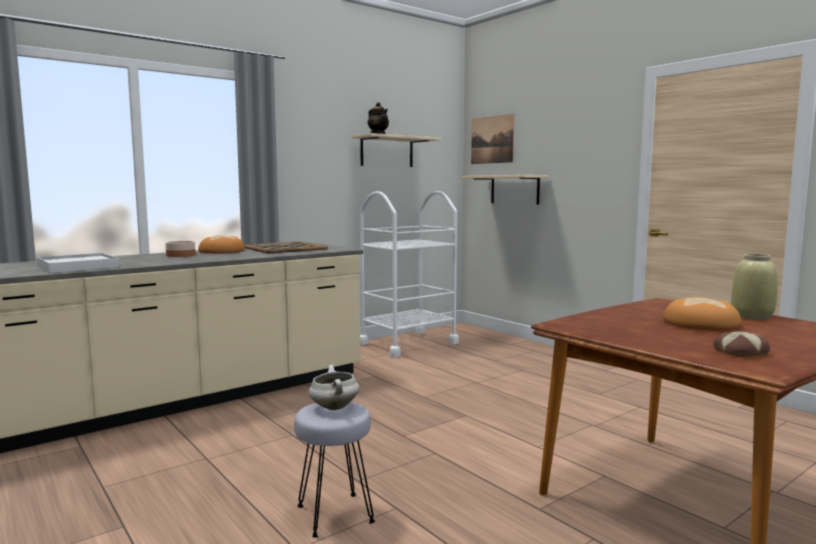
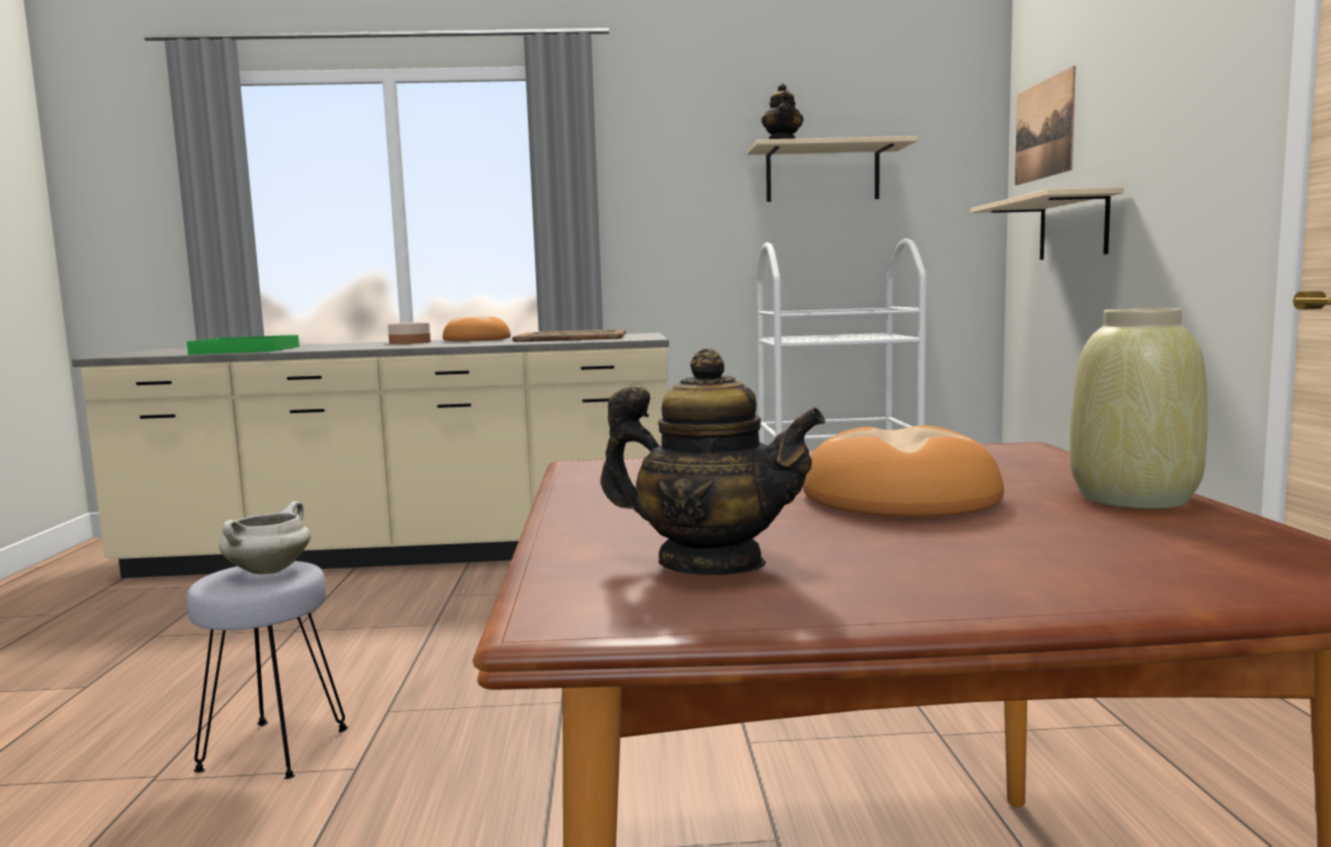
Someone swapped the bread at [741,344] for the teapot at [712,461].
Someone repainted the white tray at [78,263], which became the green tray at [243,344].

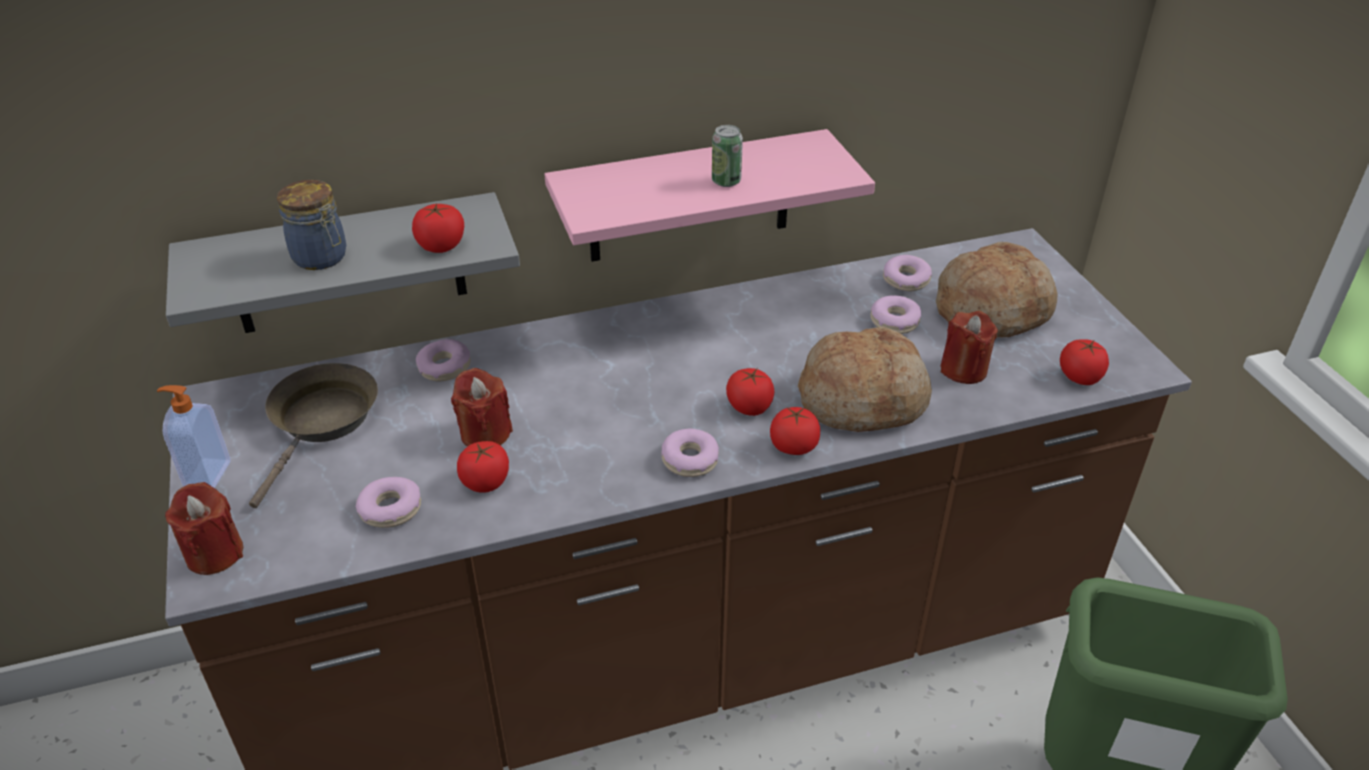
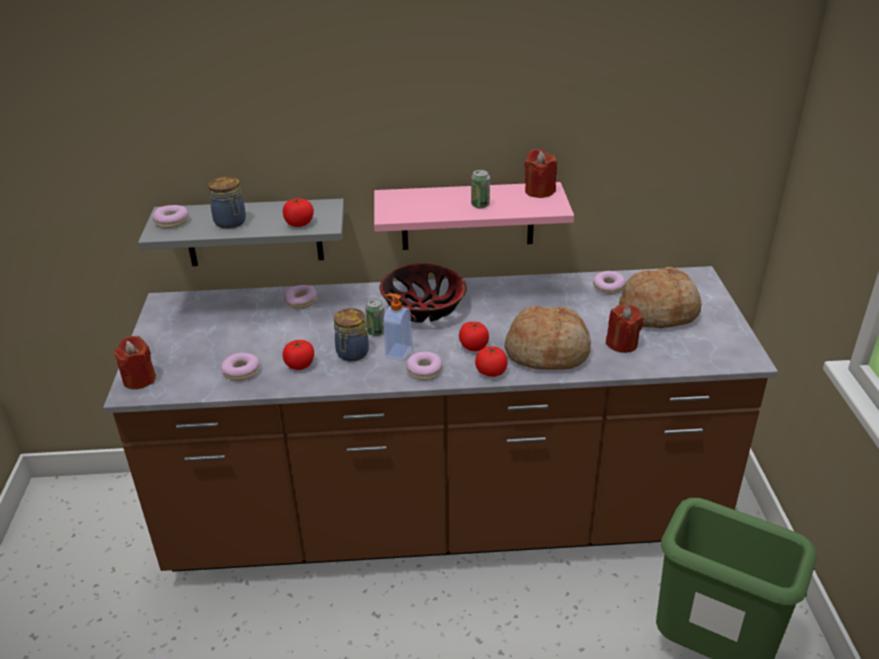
Someone took away the brown frying pan at [313,435].
Someone took away the tomato at [1084,362].
Someone put down the jar at [351,334].
Someone put down the can at [375,317].
Someone put down the bowl at [423,293].
Someone carried the soap dispenser from [194,436] to [397,327].
Someone carried the red candle from [482,407] to [541,173].
Someone carried the donut from [895,314] to [170,216].

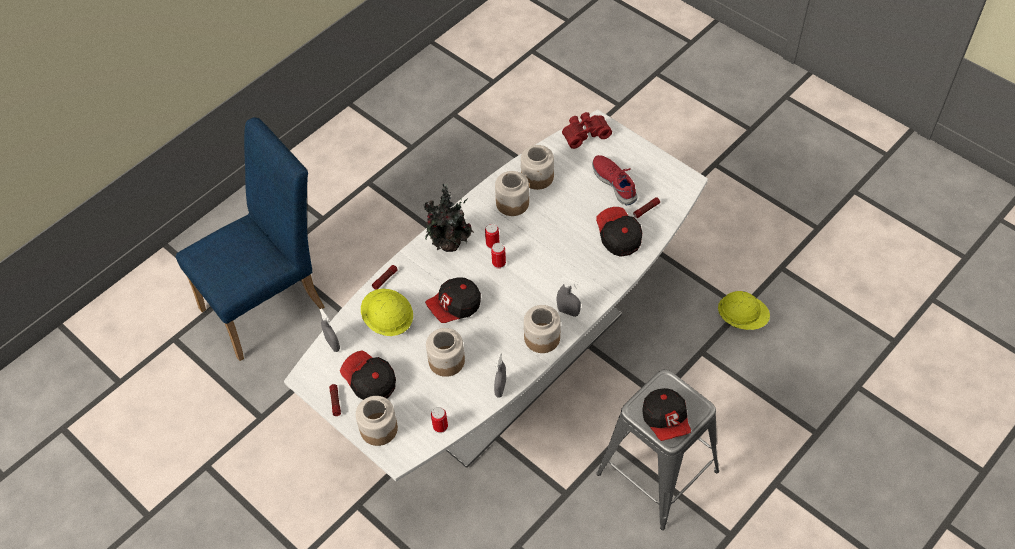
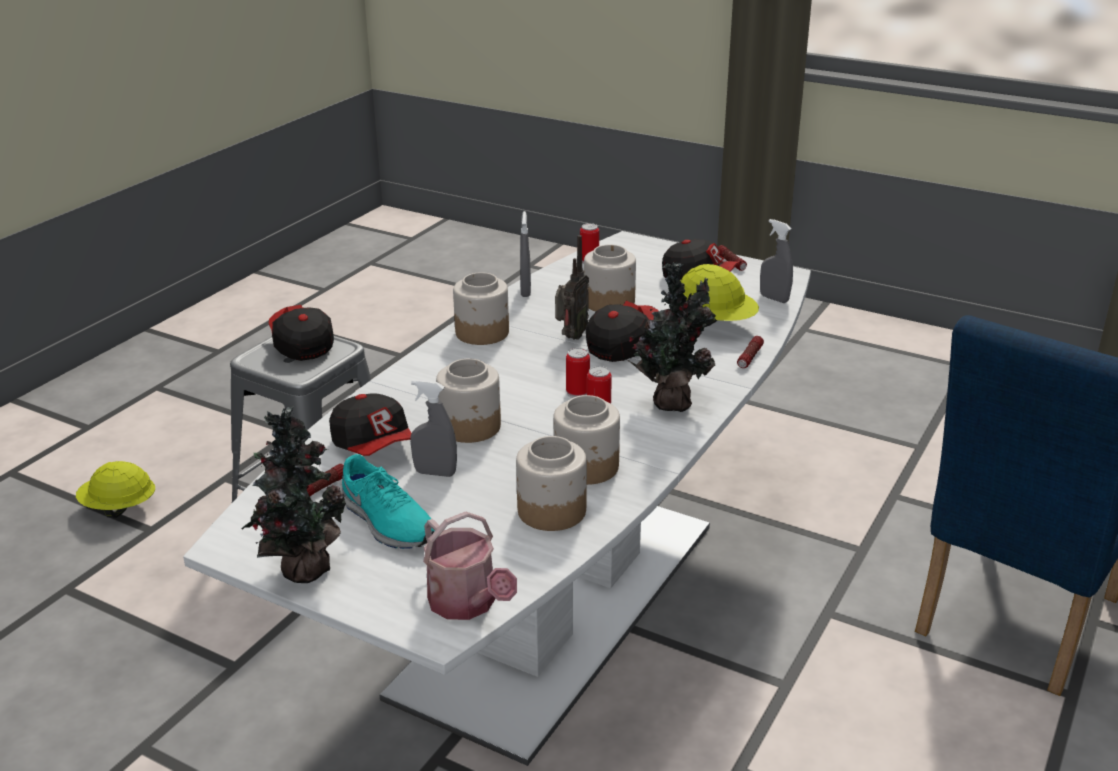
Someone put down the potted plant at [293,494].
Someone put down the radio at [572,287].
Someone carried the jar from [377,421] to [468,400].
Someone carried the grey spray bottle from [569,297] to [433,428].
Someone carried the yellow hard hat from [744,310] to [115,489].
Someone swapped the red binoculars at [587,130] for the watering can at [470,566].
Someone repainted the red shoe at [615,180], which became the turquoise shoe at [387,501].

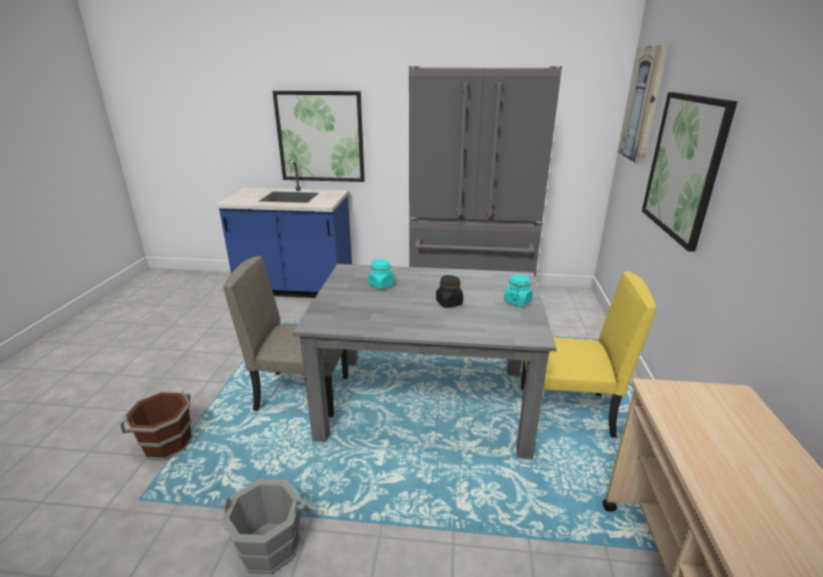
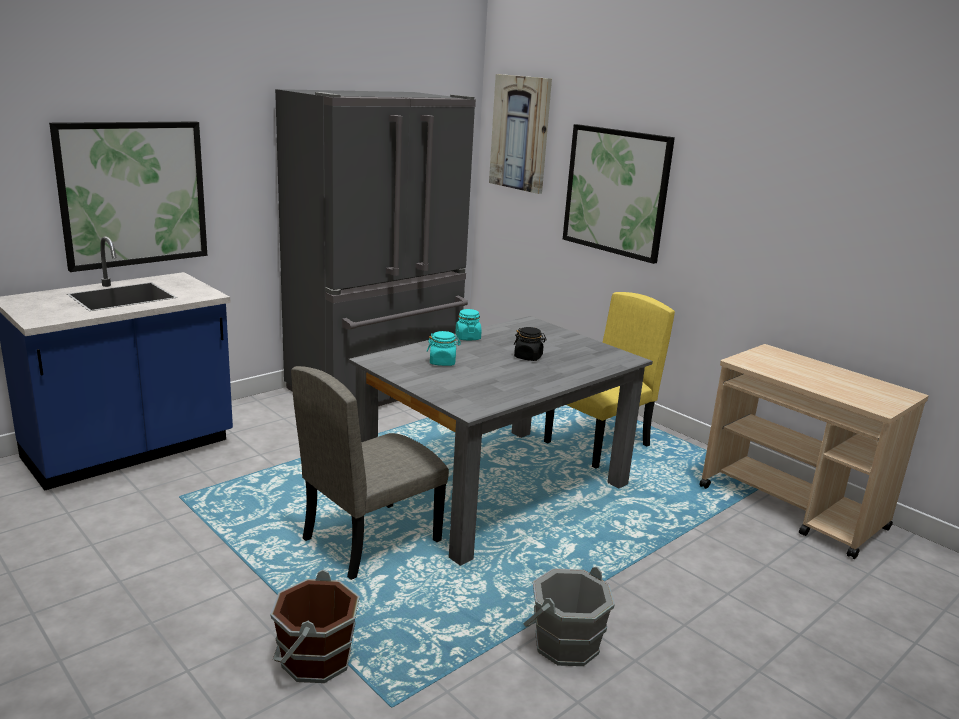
Someone carried the turquoise jar from [518,290] to [468,324].

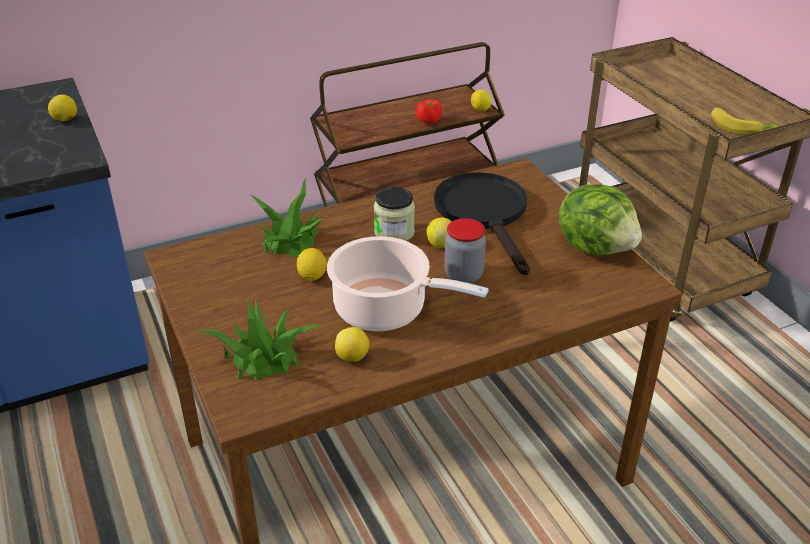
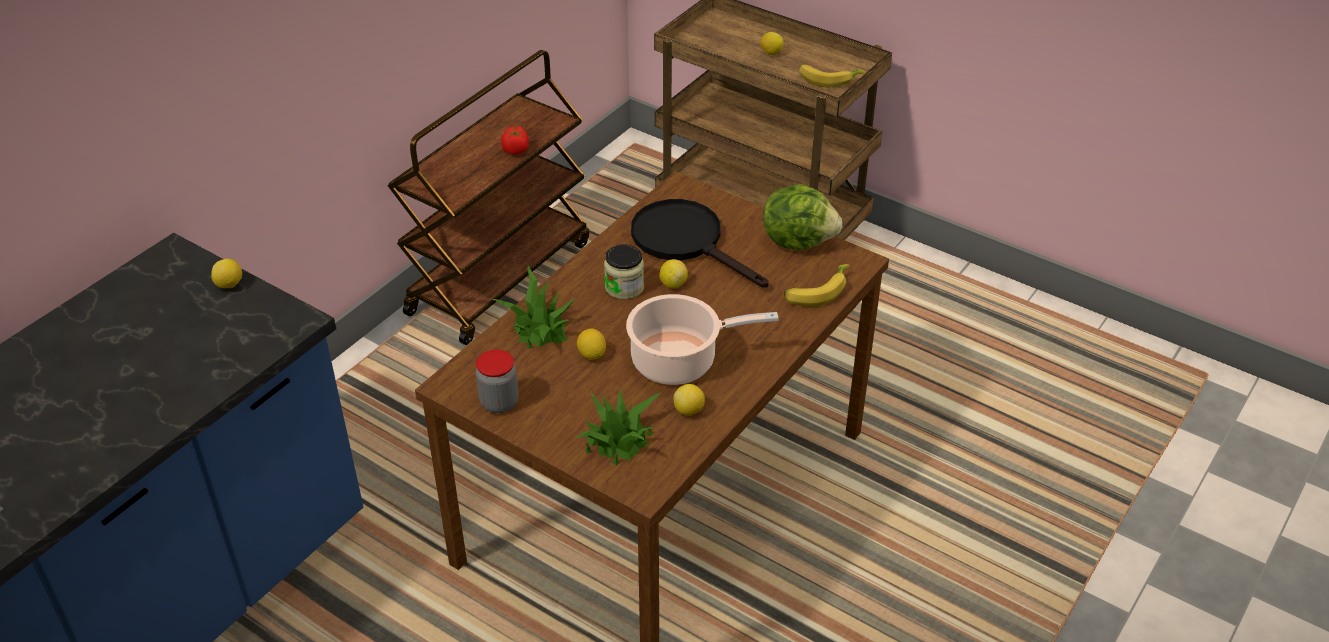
Someone put down the banana at [816,285].
Someone carried the jar from [465,250] to [497,381].
Someone carried the lemon from [481,100] to [772,43].

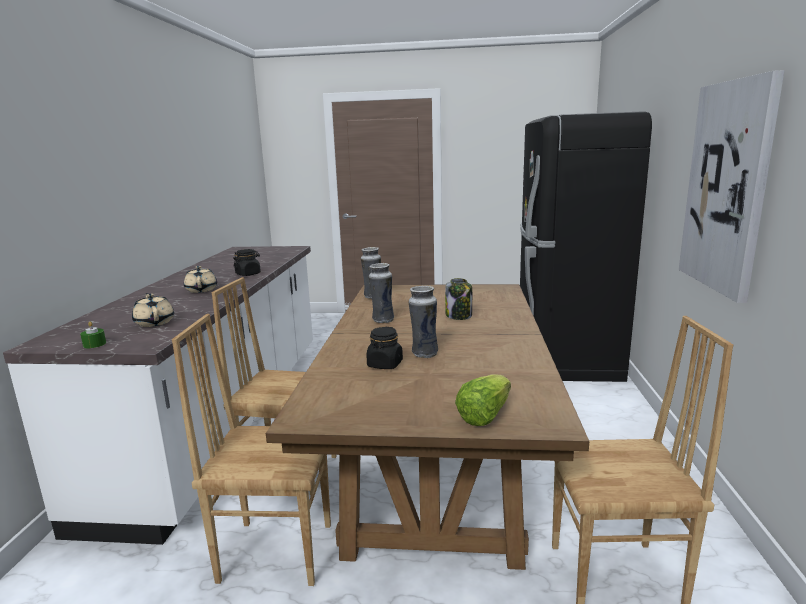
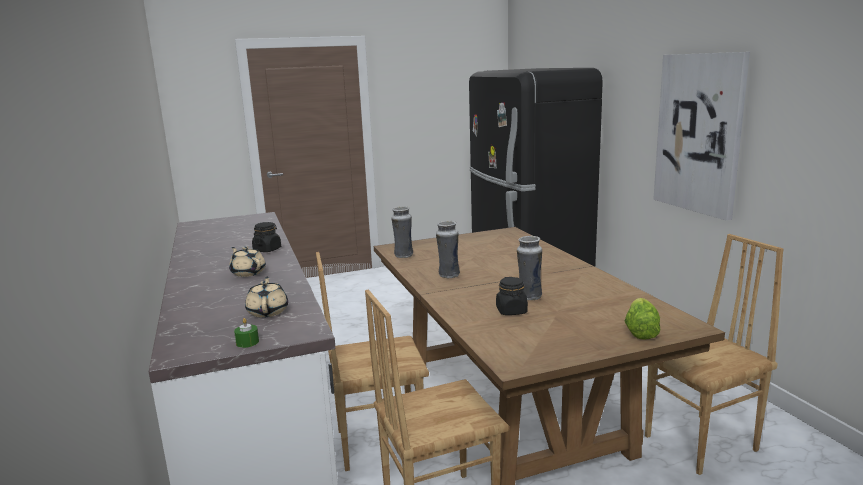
Someone took away the jar at [458,299].
Someone rotated the beige teapot at [153,310] by 45 degrees clockwise.

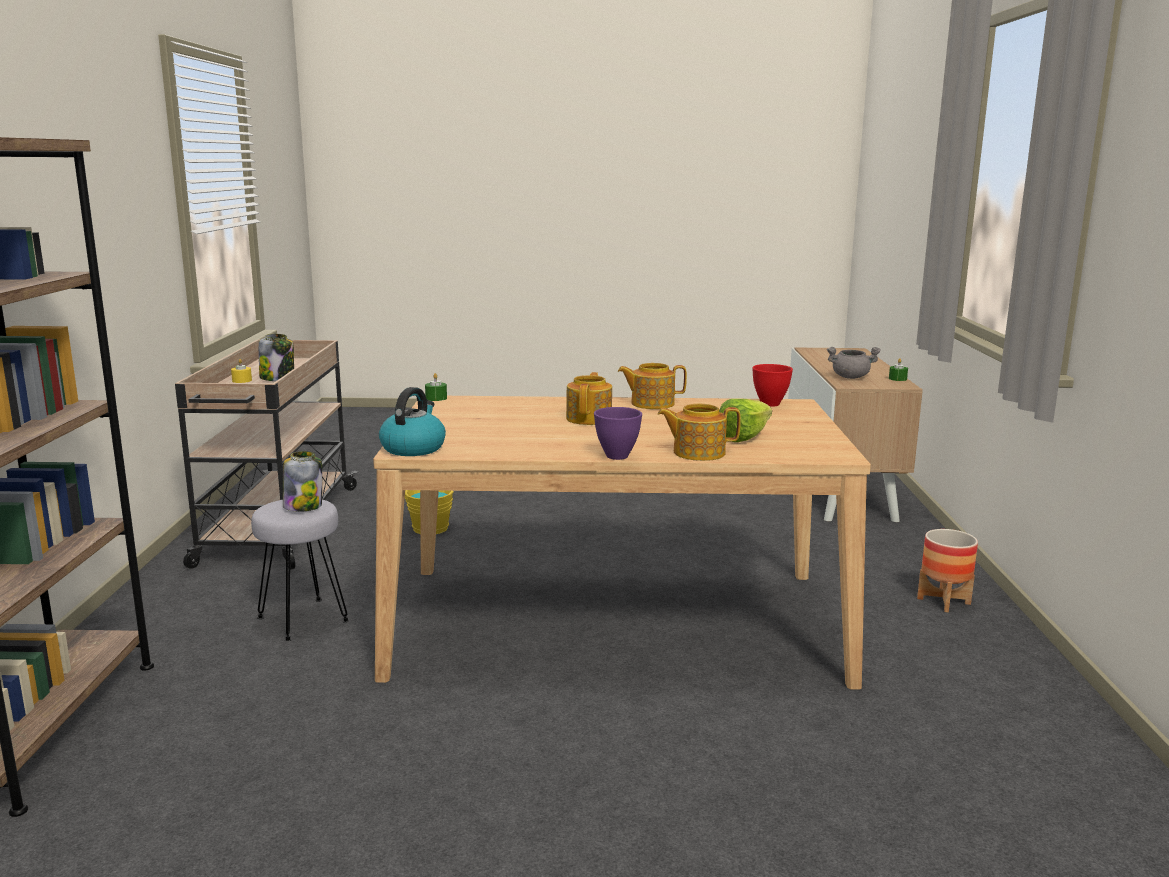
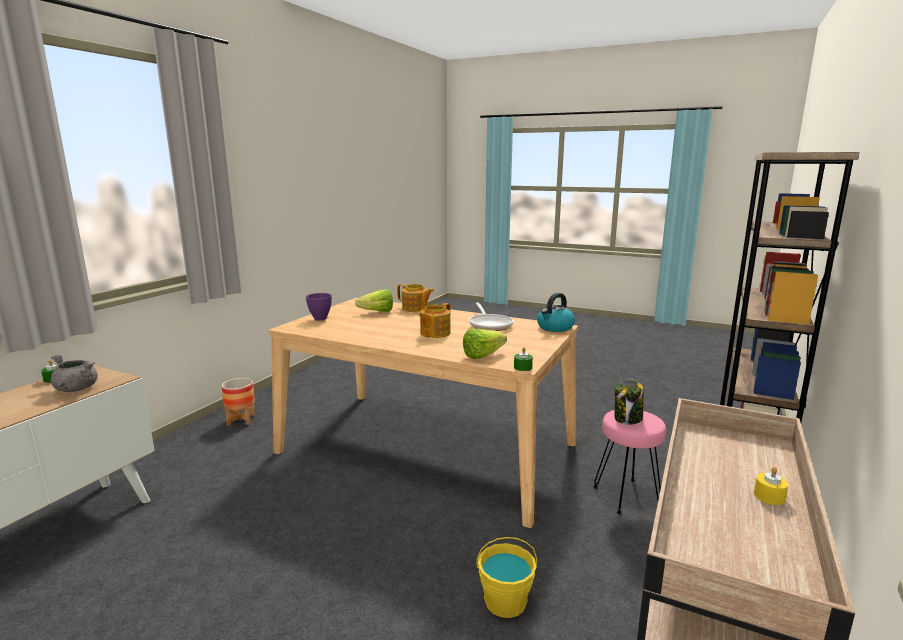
Someone took away the jar at [276,357].
Someone took away the teapot at [652,386].
Someone took away the red bowl at [772,385].
Someone put down the lettuce at [485,344].
Someone put down the frying pan at [491,316].
Someone carried the purple bowl from [618,433] to [319,307].
Someone repainted the grey stool at [300,570], which became the pink stool at [629,462].

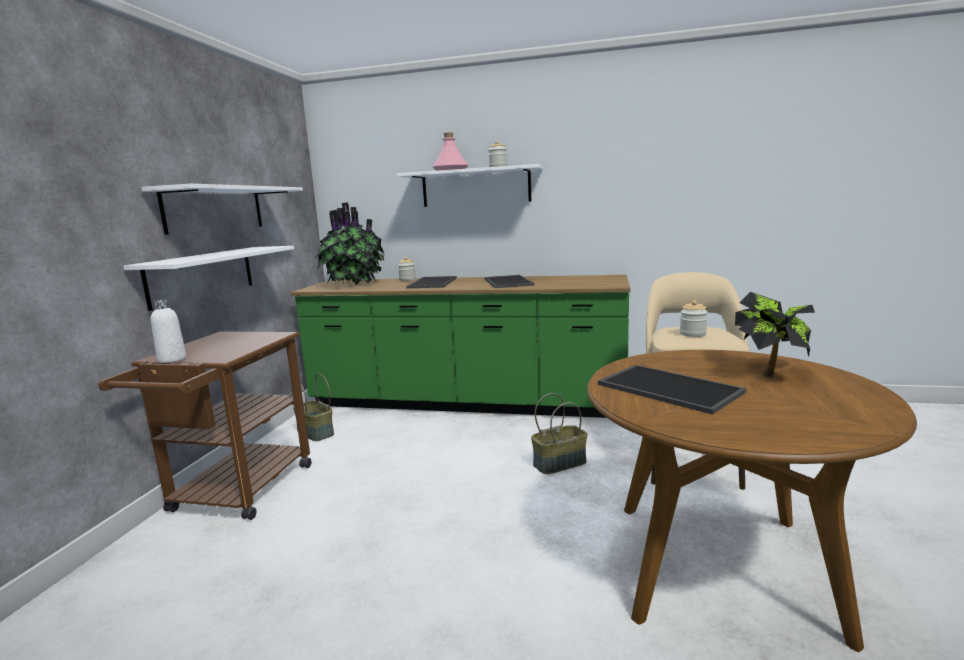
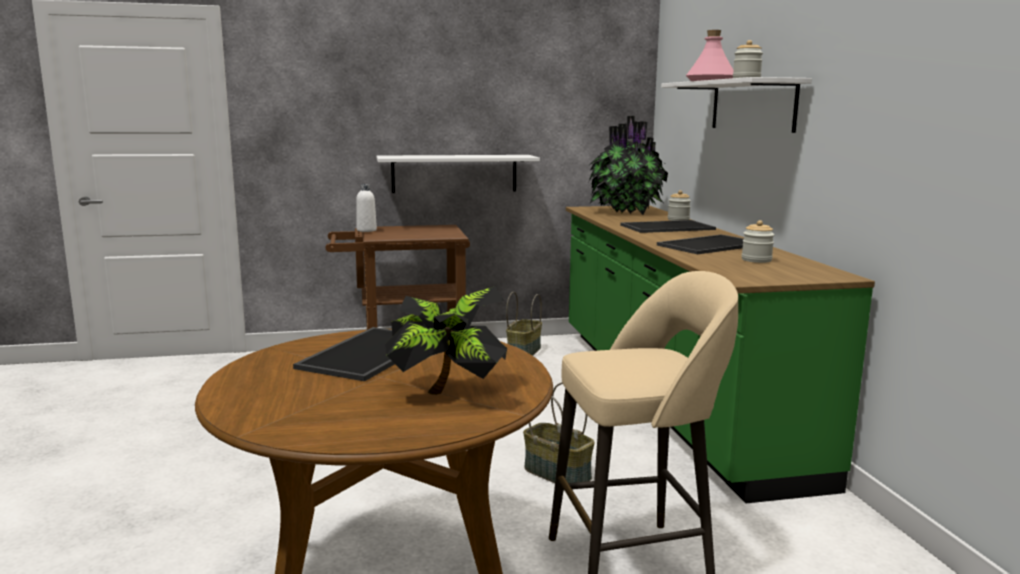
Someone took away the white shelf at [222,209].
Someone carried the jar from [694,318] to [758,241].

